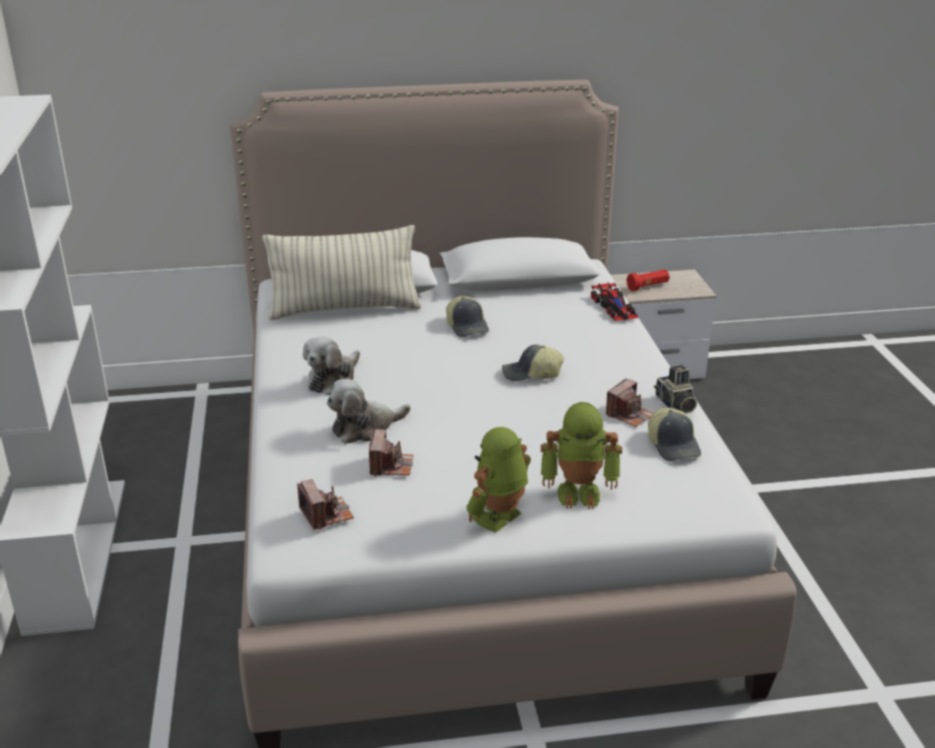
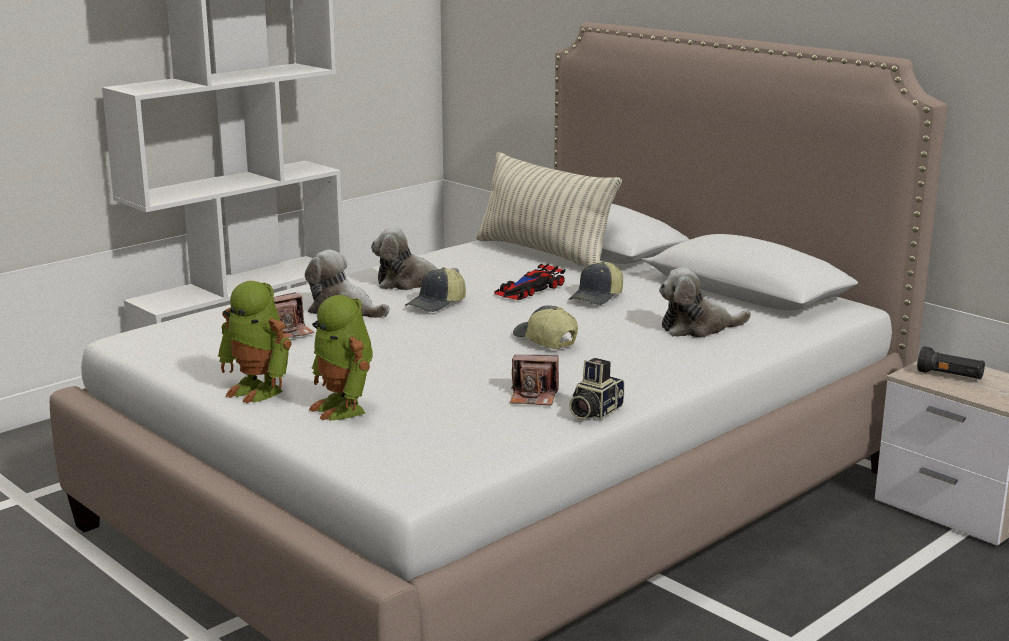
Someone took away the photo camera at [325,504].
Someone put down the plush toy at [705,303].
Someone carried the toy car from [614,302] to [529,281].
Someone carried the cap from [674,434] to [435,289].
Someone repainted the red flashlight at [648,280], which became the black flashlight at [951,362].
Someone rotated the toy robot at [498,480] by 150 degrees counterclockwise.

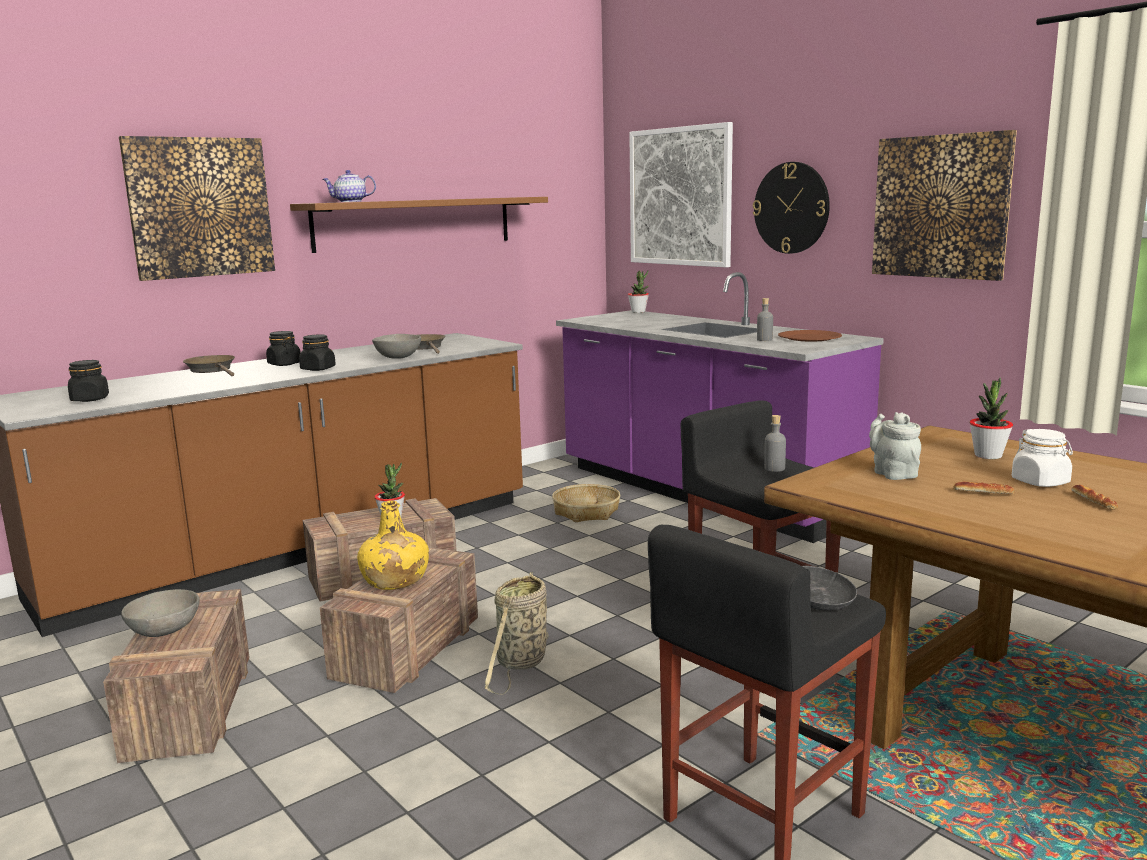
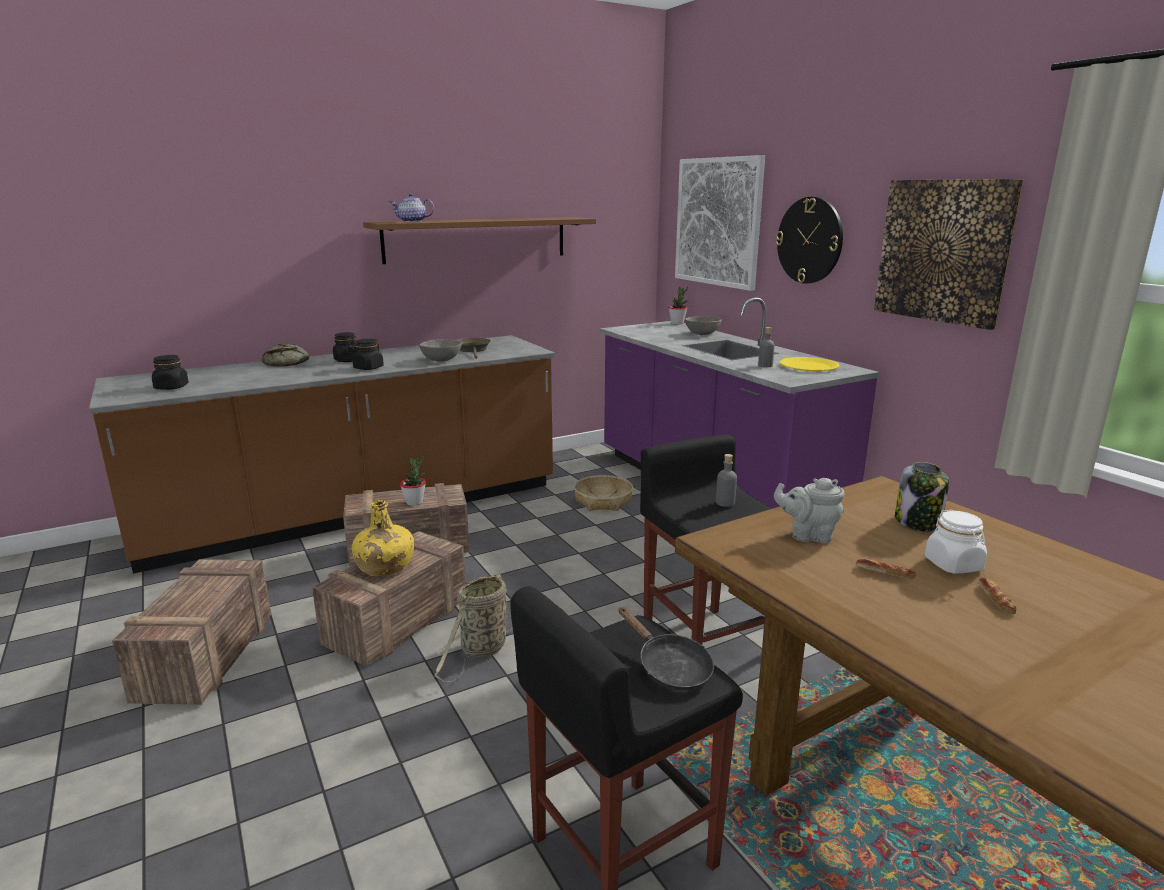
Someone took away the picture at [197,208].
Someone carried the grey bowl from [160,613] to [703,325].
Someone swapped the brown frying pan at [209,365] for the bread at [285,355].
Someone swapped the potted plant at [991,418] for the jar at [922,497].
Someone repainted the brown plate at [810,336], which became the yellow plate at [809,364].
Someone rotated the grey teapot at [895,446] by 75 degrees counterclockwise.

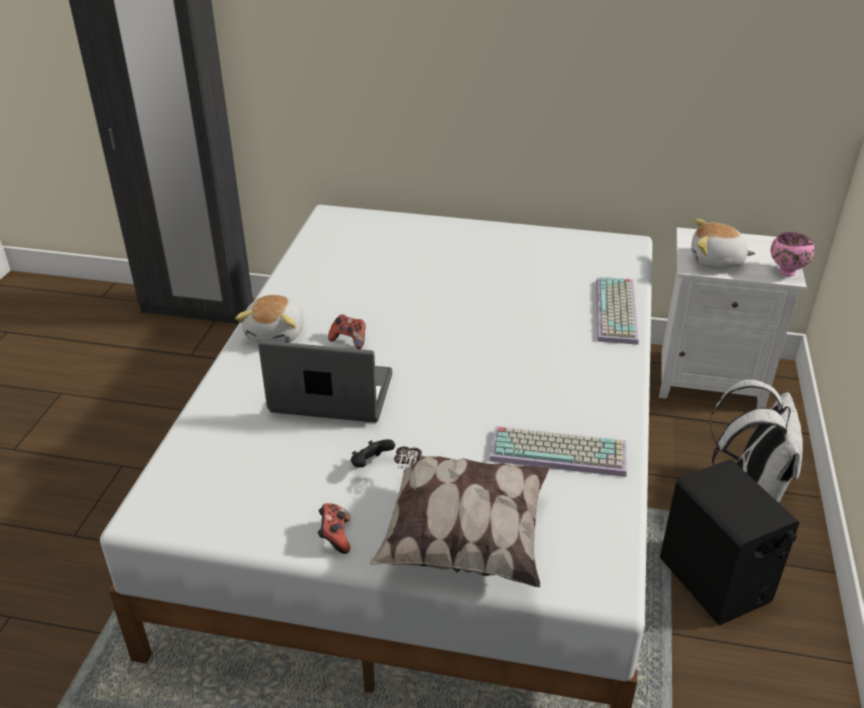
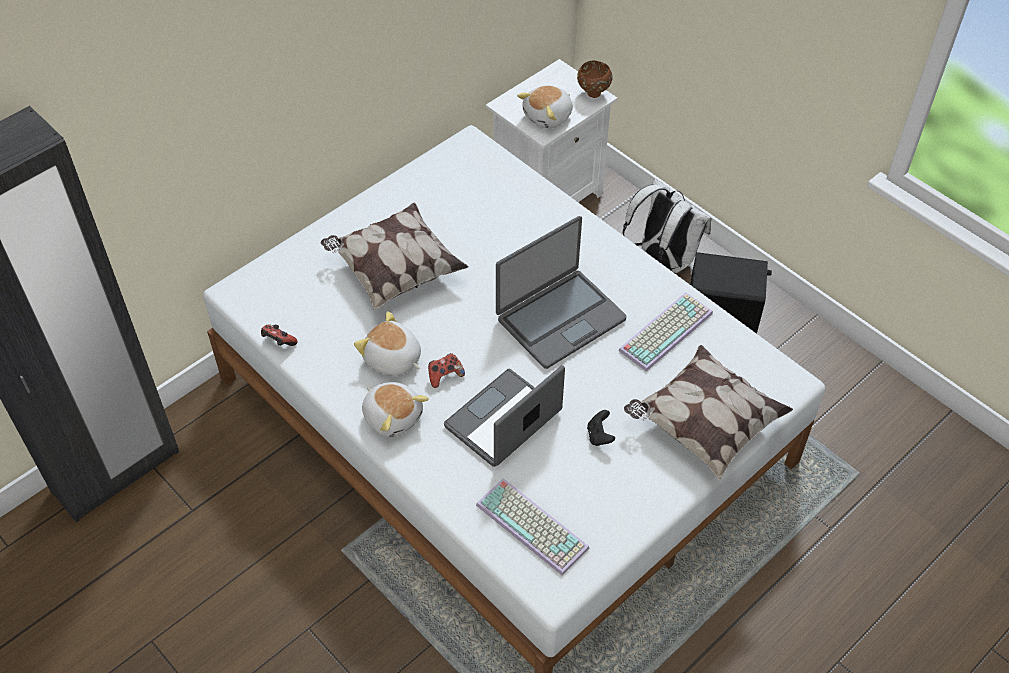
Someone put down the pillow at [395,257].
Someone put down the plush toy at [387,343].
Someone put down the laptop at [561,292].
Someone carried the game controller from [334,528] to [279,335].
Someone carried the keyboard from [617,311] to [532,527].
Someone repainted the pink bowl at [793,254], which became the brown bowl at [594,79].

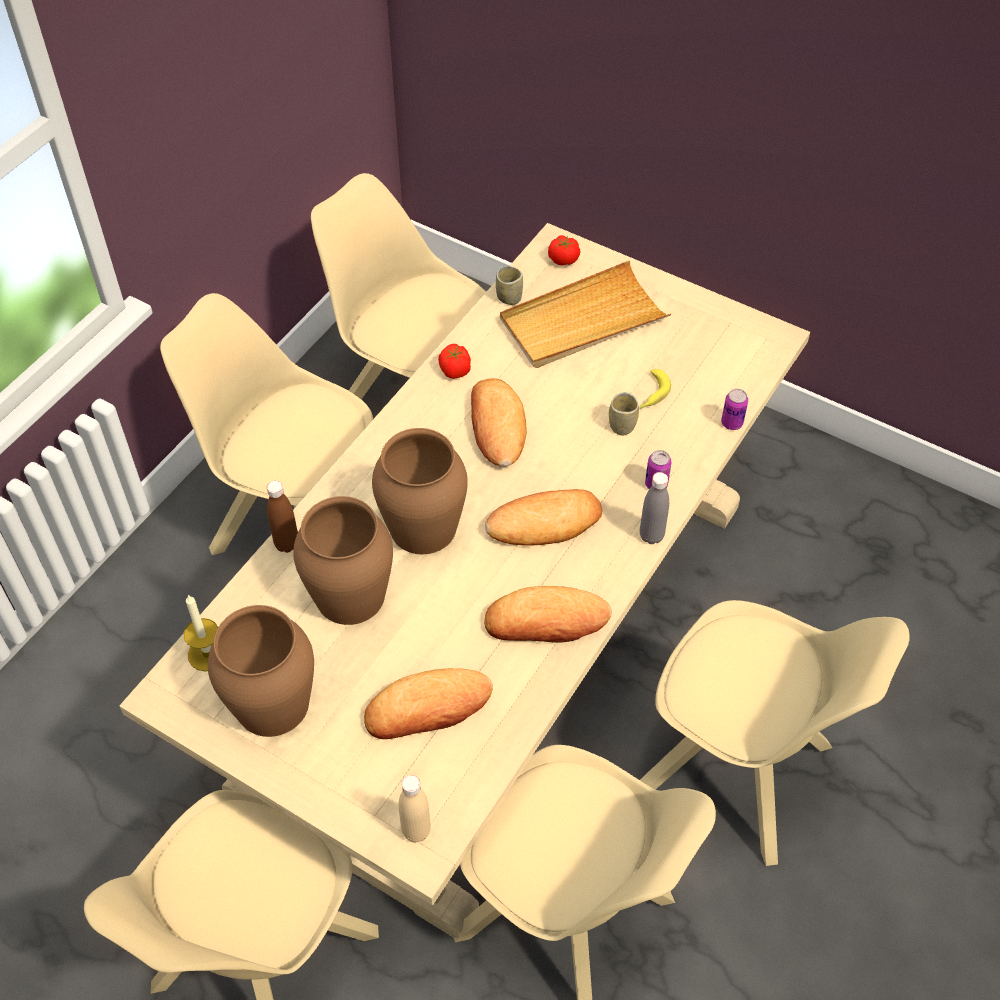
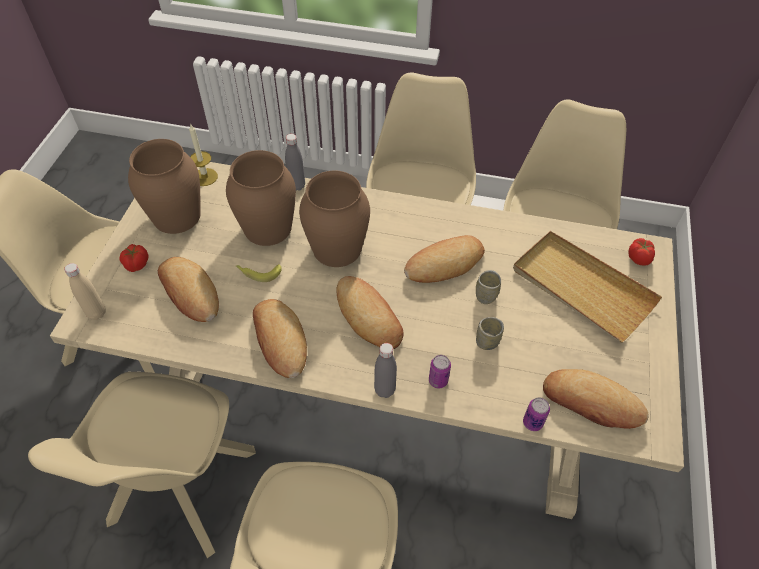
Someone put down the bread at [596,399].
Someone carried the tomato from [454,361] to [134,258].
Someone carried the cup from [509,285] to [488,287].
Someone carried the banana from [655,389] to [259,273].
Someone repainted the brown bottle at [282,517], which became the grey bottle at [295,162].

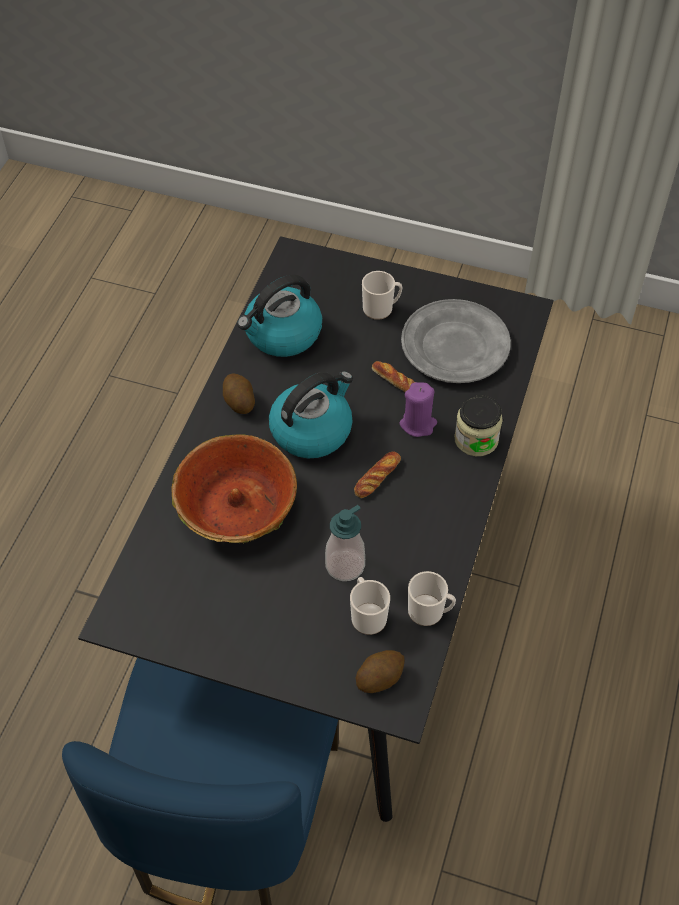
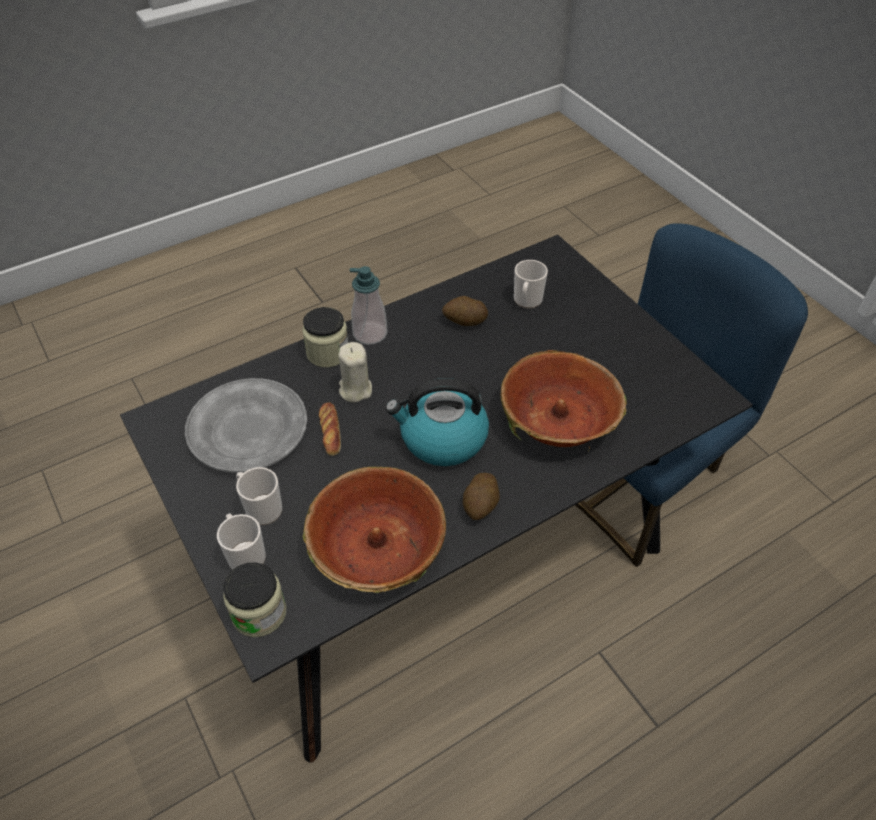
Someone took away the bread at [377,474].
Someone put down the jar at [254,599].
Someone carried the soap dispenser from [345,543] to [368,305].
Someone carried the potato from [380,671] to [465,311].
Someone carried the mug from [432,598] to [241,541].
Someone swapped the kettle at [279,316] for the bowl at [374,530].
Someone repainted the purple candle at [418,409], which became the beige candle at [355,372].

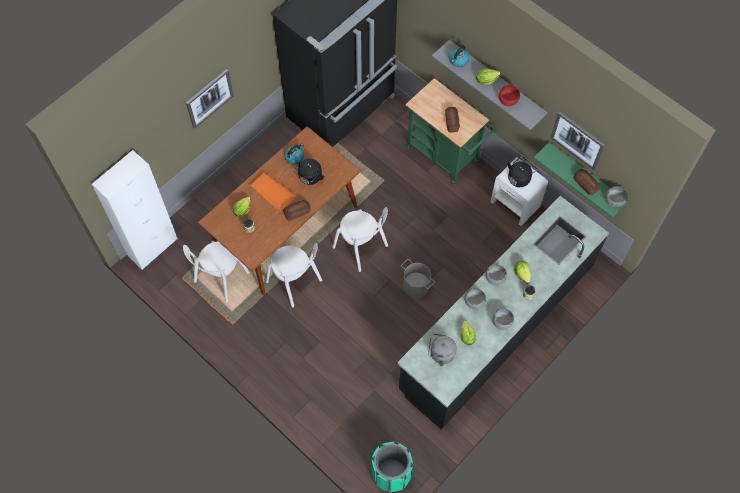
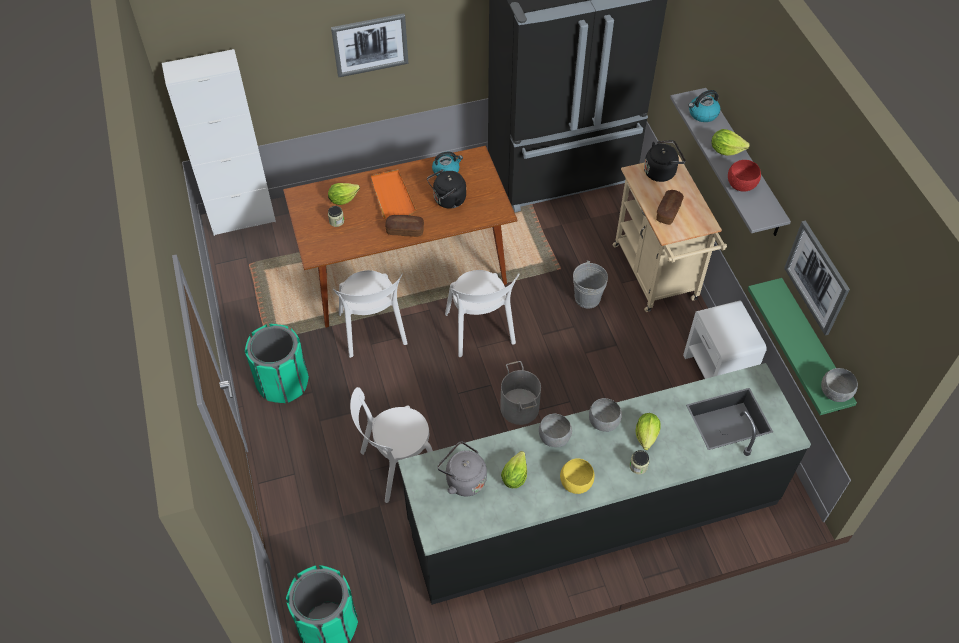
Someone took away the bread at [587,182].
Someone put down the green trash can at [277,363].
Someone put down the grey bucket at [590,284].
Someone carried the white chair from [216,272] to [391,445].
Someone carried the black kettle from [522,171] to [665,161].
Someone repainted the green cart at [451,131], which became the beige cart at [669,233].
Someone repainted the grey bowl at [503,319], which became the yellow bowl at [577,476].

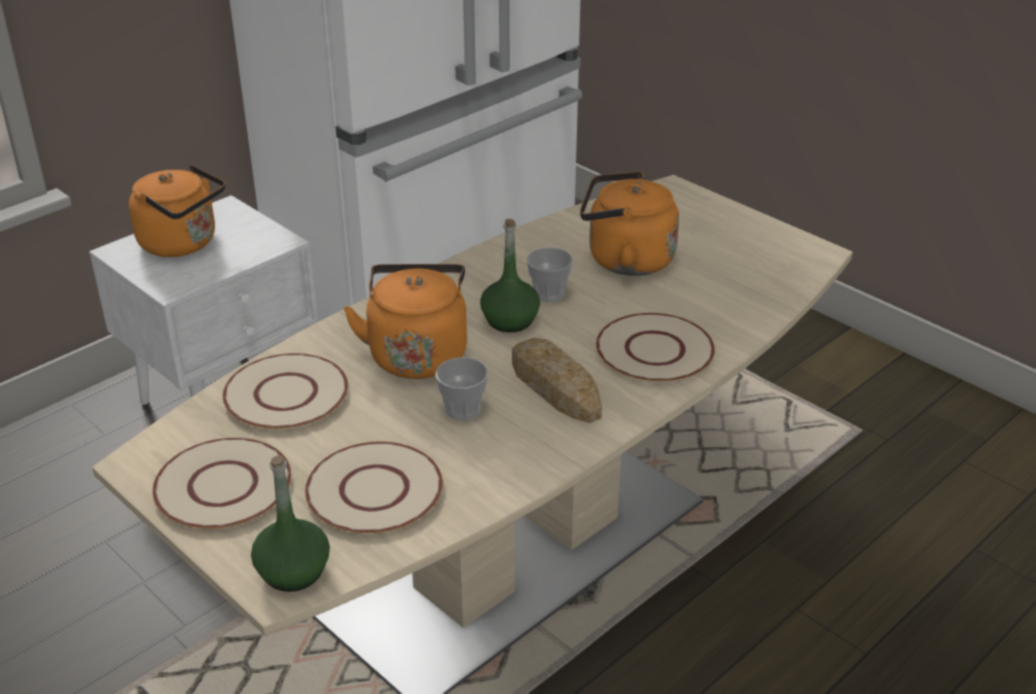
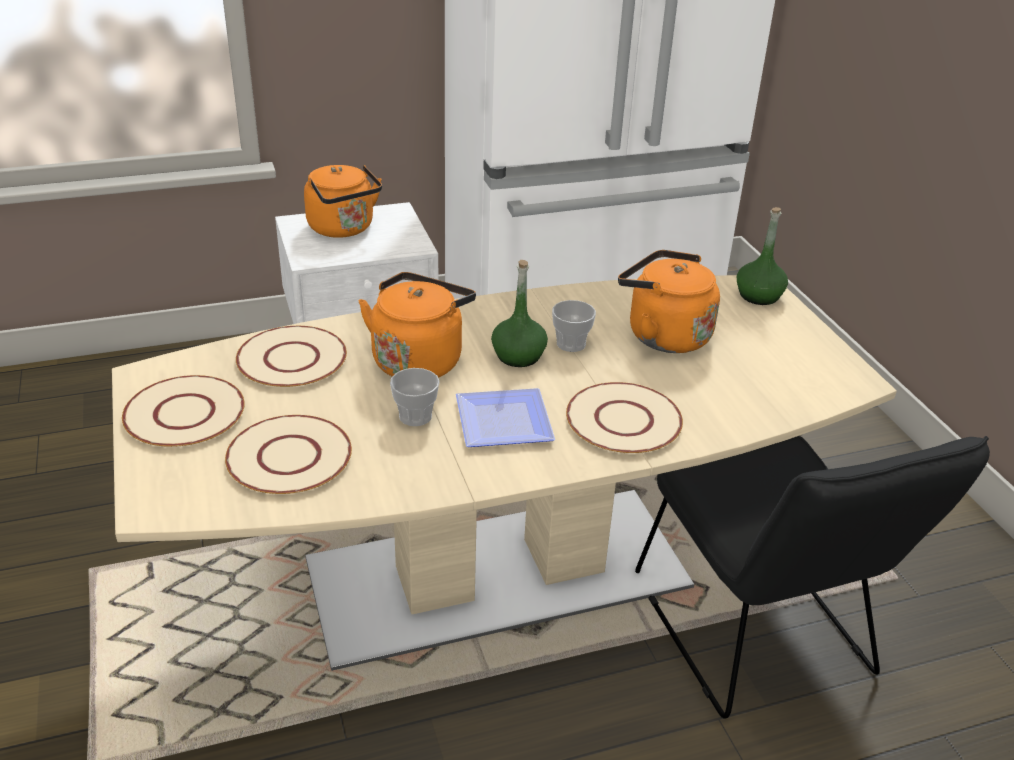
Someone put down the black chair at [812,577].
Someone carried the green bottle from [290,523] to [762,256].
Someone swapped the bread at [557,380] for the plate at [505,417].

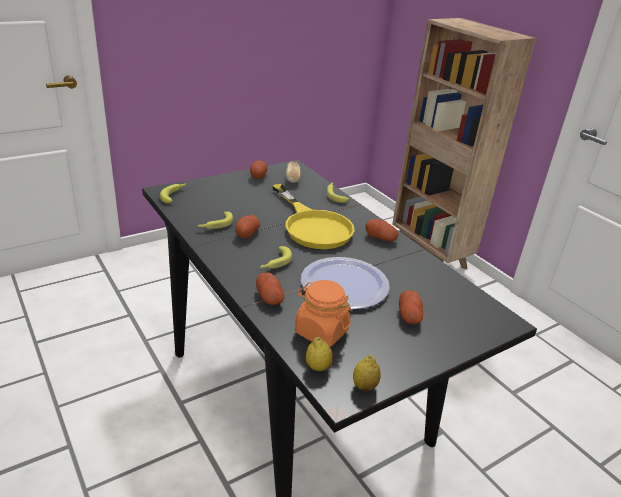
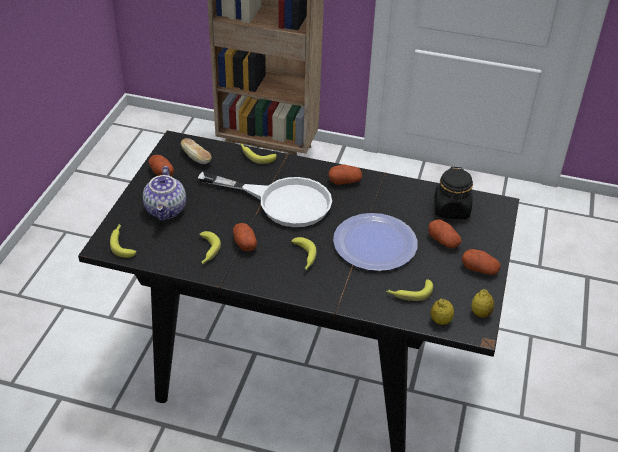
Someone put down the teapot at [164,193].
Someone put down the black jar at [453,193].
Someone carried the potato from [270,288] to [481,262].
Someone swapped the orange jar at [323,313] for the banana at [409,290].
Someone repainted the yellow frying pan at [313,216], which became the white frying pan at [265,199].

